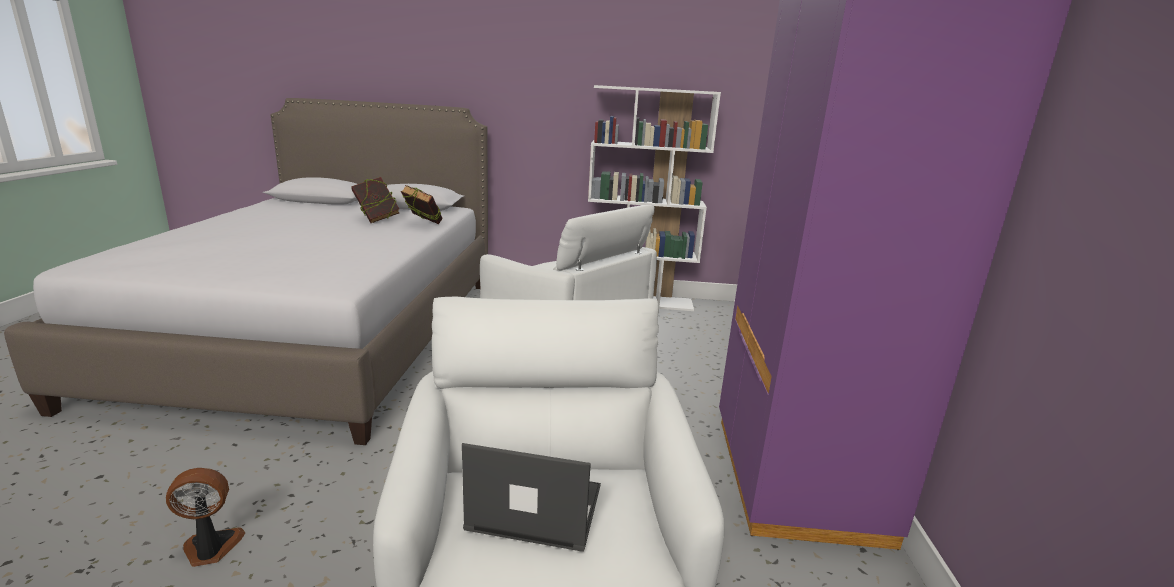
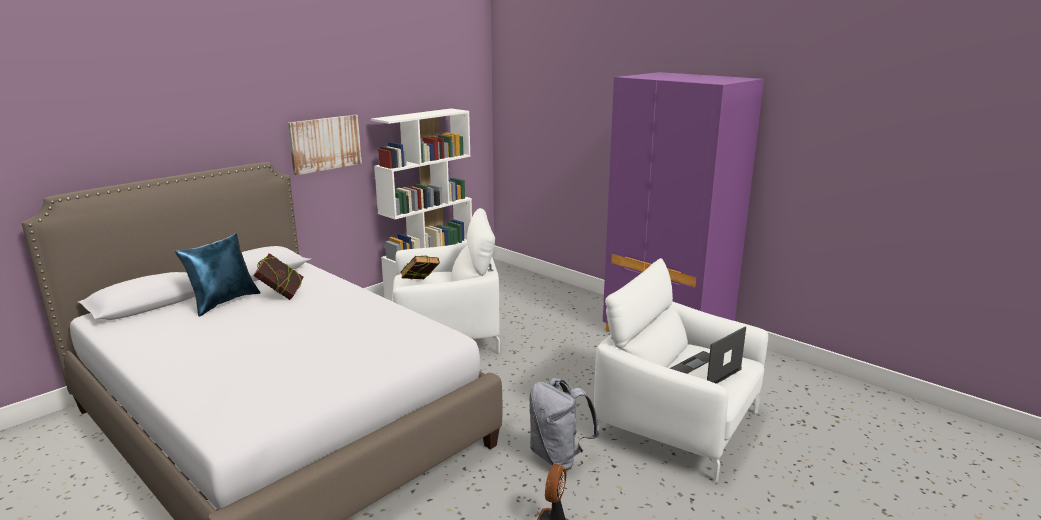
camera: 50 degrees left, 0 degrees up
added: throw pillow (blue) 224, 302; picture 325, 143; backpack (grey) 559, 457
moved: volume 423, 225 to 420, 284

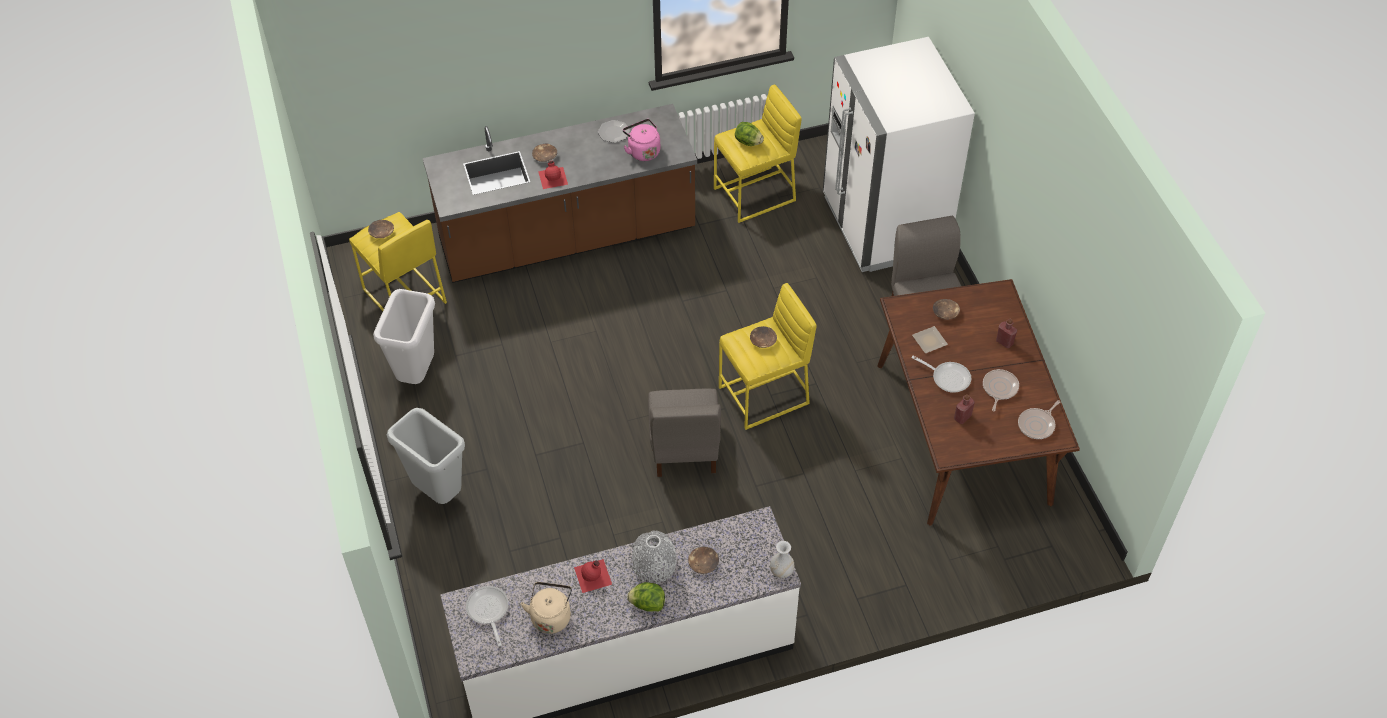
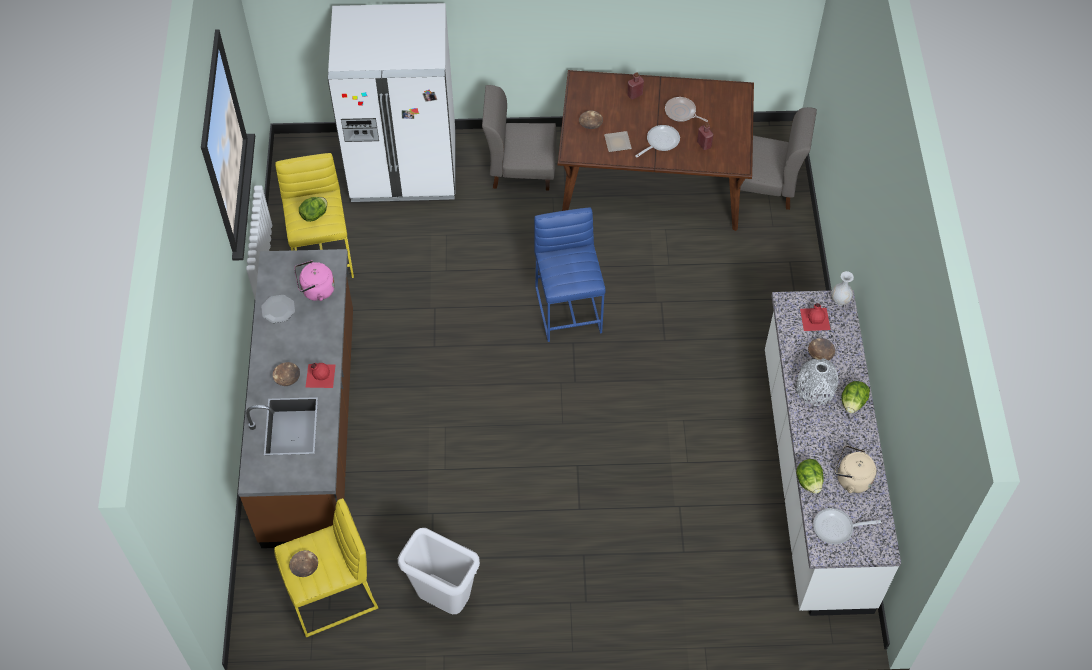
camera: 75 degrees left, 5 degrees up
removed: trash can (grey) 437, 493; deep dish (brown) 762, 341; frying pan 1037, 424
added: head of lettuce 808, 481
moved: beverage bottle (red) 593, 576 to 815, 318; chair (grey) 684, 448 to 765, 185
recoloured: sitting stool (yellow) 765, 396 to sitting stool (blue) 569, 309

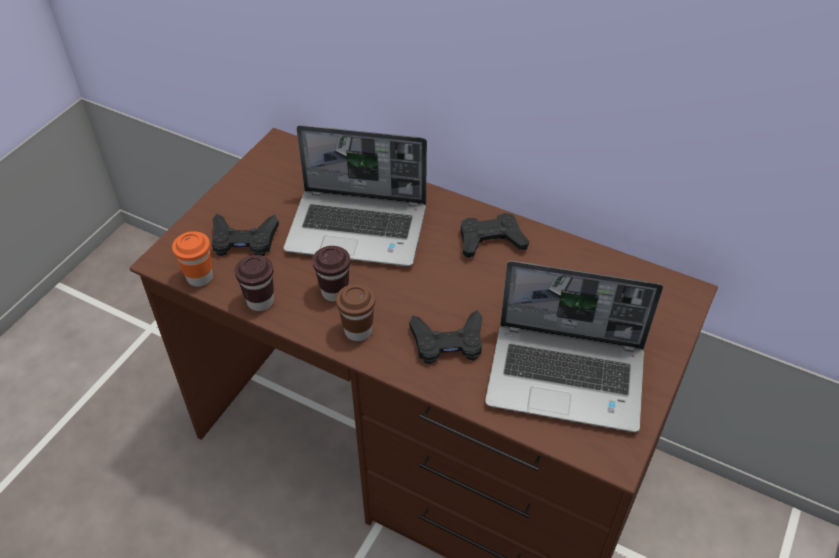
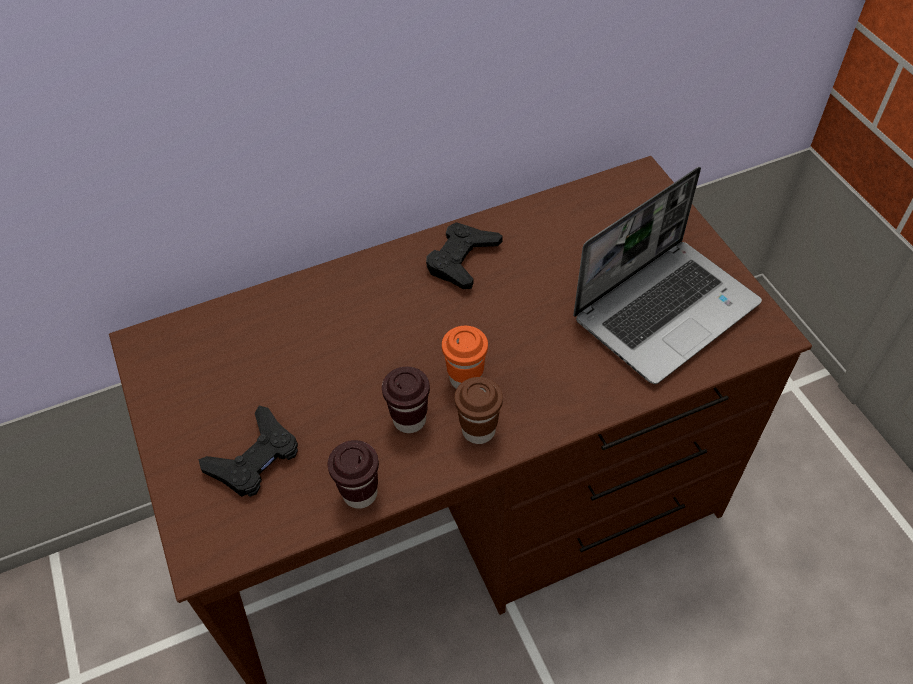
camera: 50 degrees left, 5 degrees up
removed: laptop 359, 229; gamepad (black-coloured) 448, 342
moved: drinking cup (orangey) 200, 277 to 465, 379

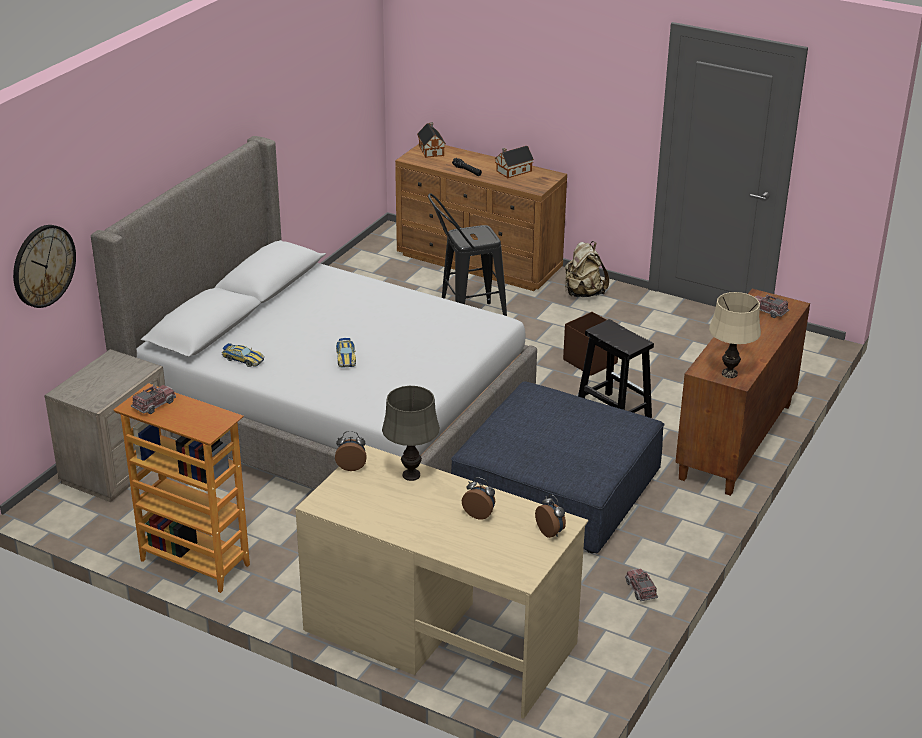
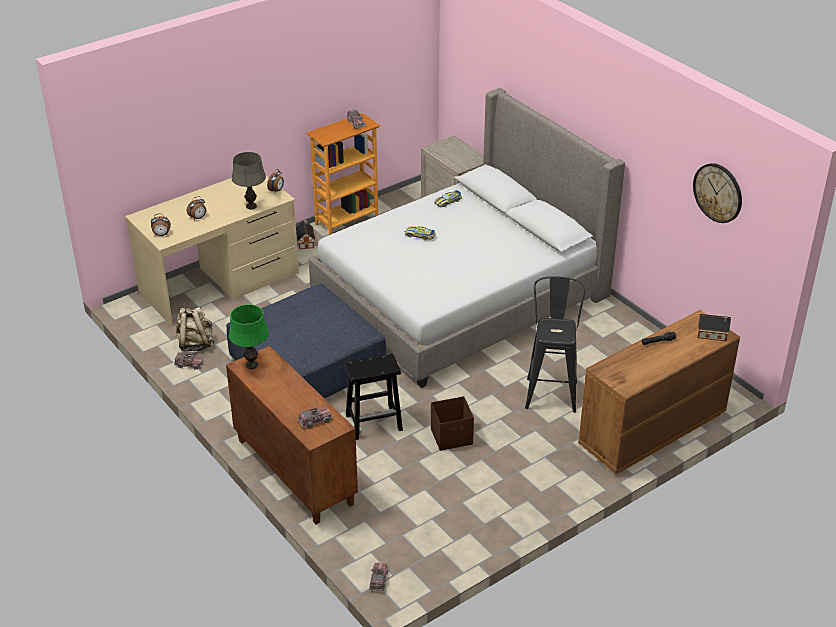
camera: 115 degrees right, 5 degrees up
added: toy truck 378, 580
moved: clock on the wall 43, 265 to 718, 192; model house 512, 171 to 305, 241; backpack (beige) 583, 293 to 195, 344
recoloured: tabletop lamp (beige) 729, 374 to tabletop lamp (green) 252, 365

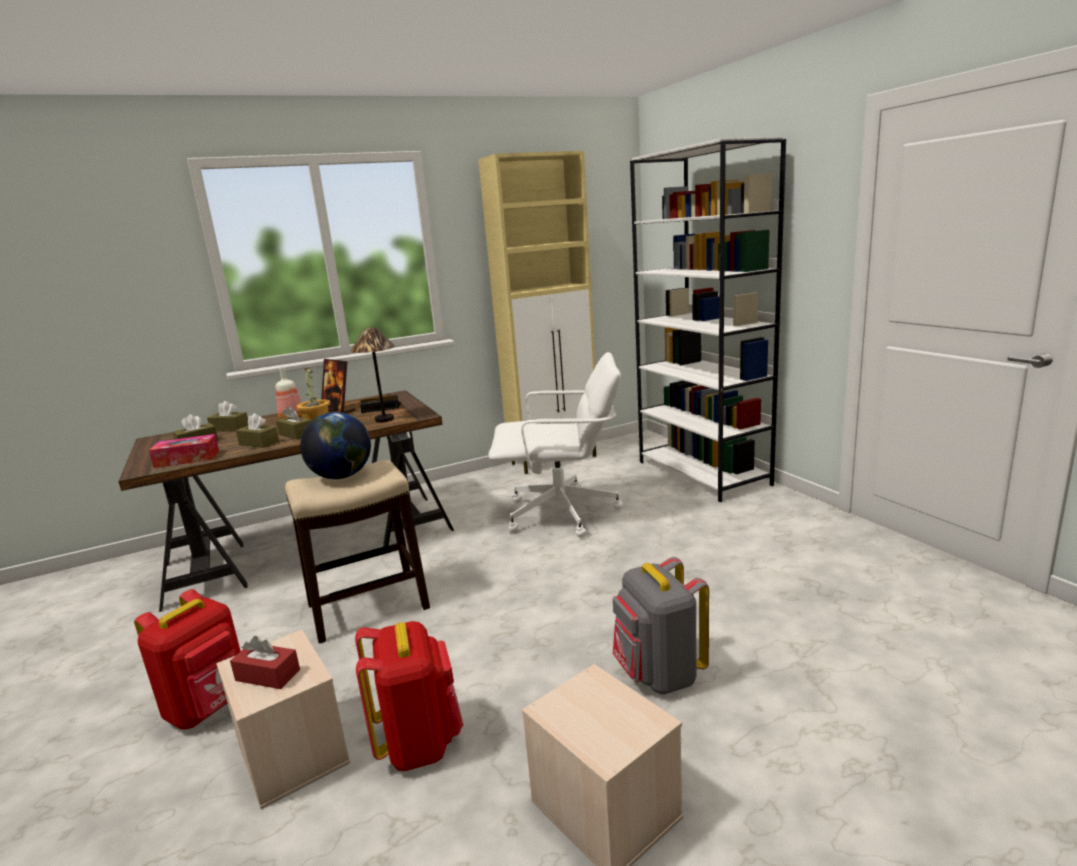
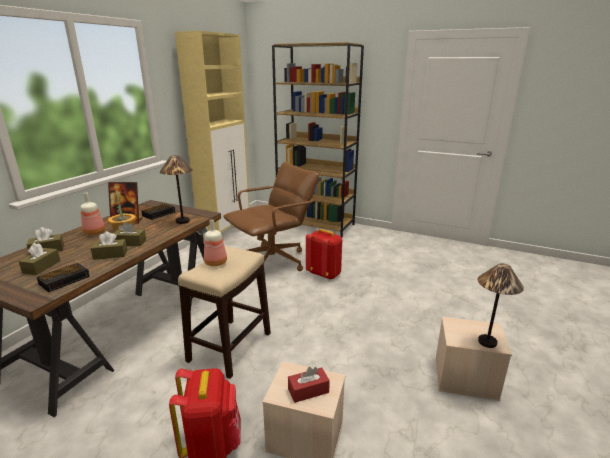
camera: 40 degrees left, 5 degrees up
removed: backpack (grey) 658, 675
added: tabletop lamp 486, 342
moved: backpack (red) 419, 743 to 324, 274
replaced: box of tissues 187, 459 to alarm clock 65, 280; globe 342, 476 to beverage bottle 215, 262
recoloured: desk chair (white) 563, 514 to desk chair (brown) 273, 261; bookcase (white) 703, 473 to bookcase (brown) 316, 225

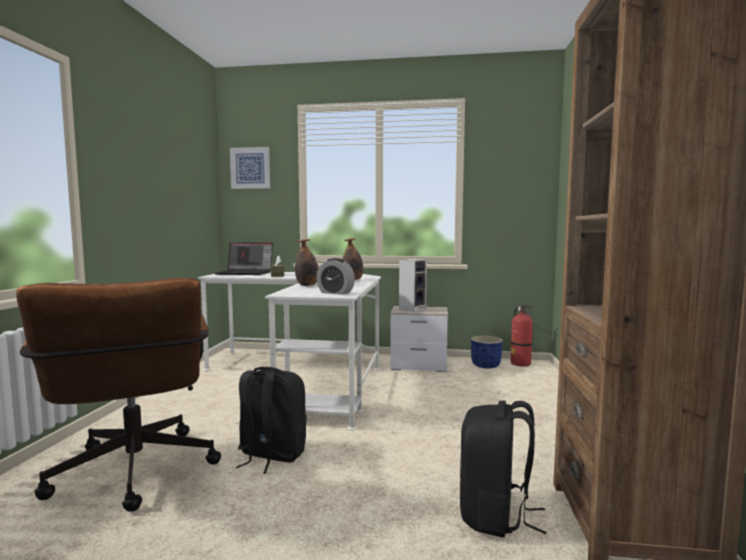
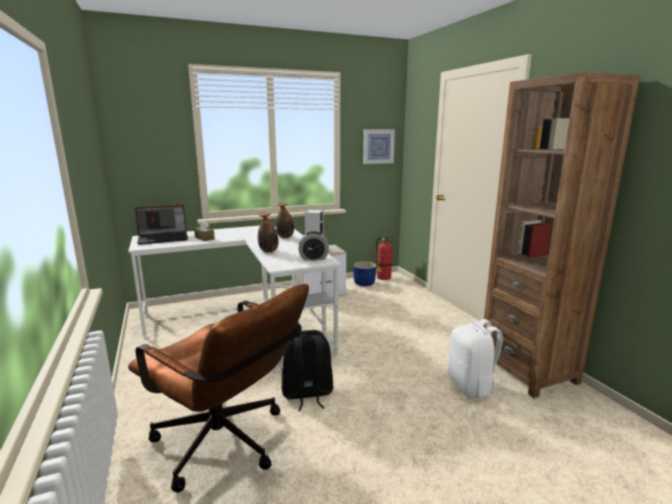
camera: 30 degrees left, 10 degrees up
moved: picture 250, 168 to 378, 146
recoloured: backpack (black-coloured) 495, 515 to backpack (white) 471, 386

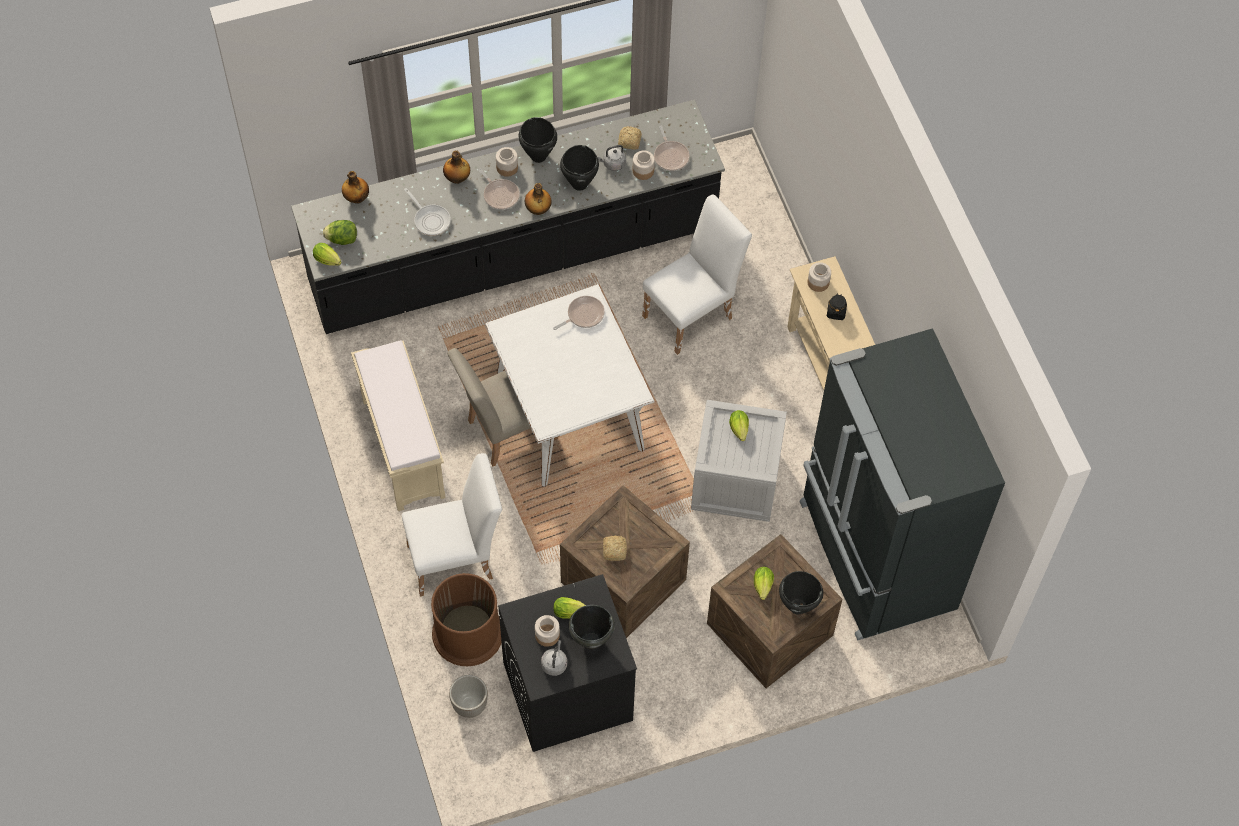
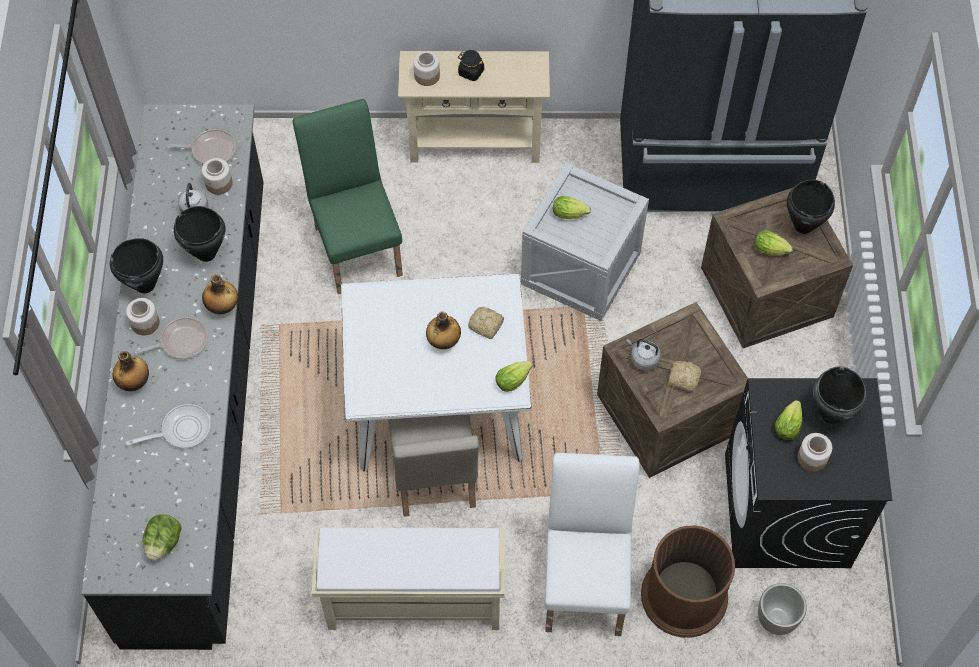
camera: 70 degrees left, 0 degrees up
removed: frying pan 583, 315
moved: head of lettuce 328, 260 to 514, 379; beverage bottle 356, 198 to 443, 341; tea kettle (grey) 554, 663 to 643, 359; bakery bread 629, 141 to 486, 326
recoloured: chair (white) 693, 314 to chair (green) 357, 244

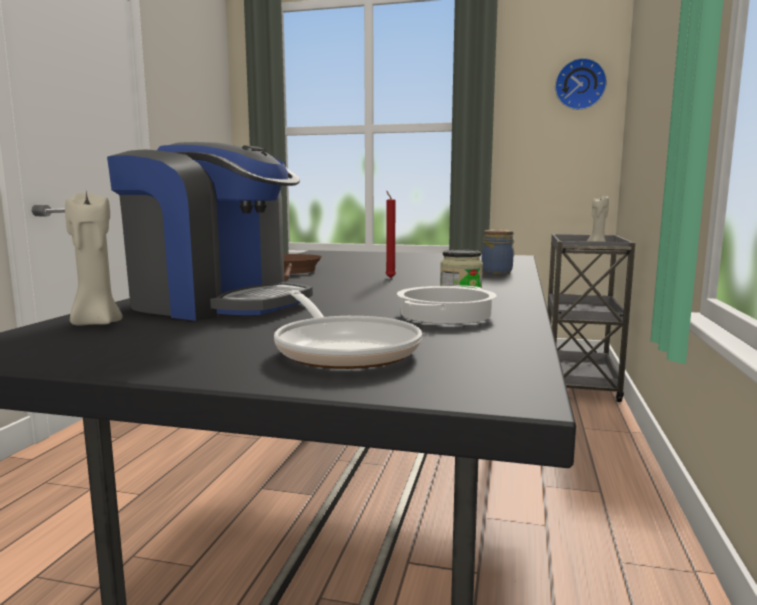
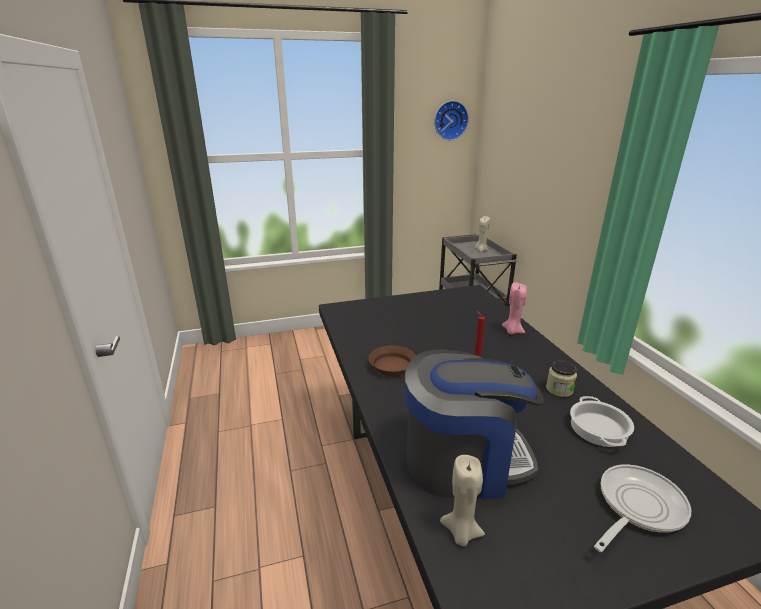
camera: 30 degrees left, 15 degrees up
replaced: preserve jar 498, 272 to wax candle (pinkish) 512, 331
turned: frying pan 343, 349 = 637, 507 75 degrees counterclockwise

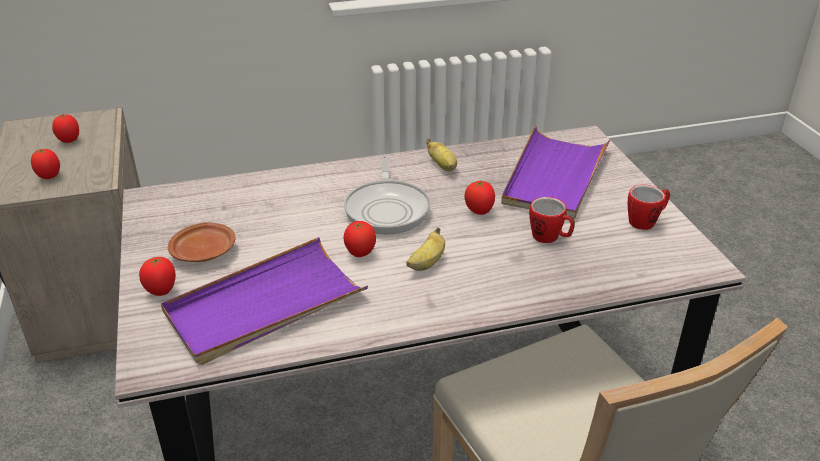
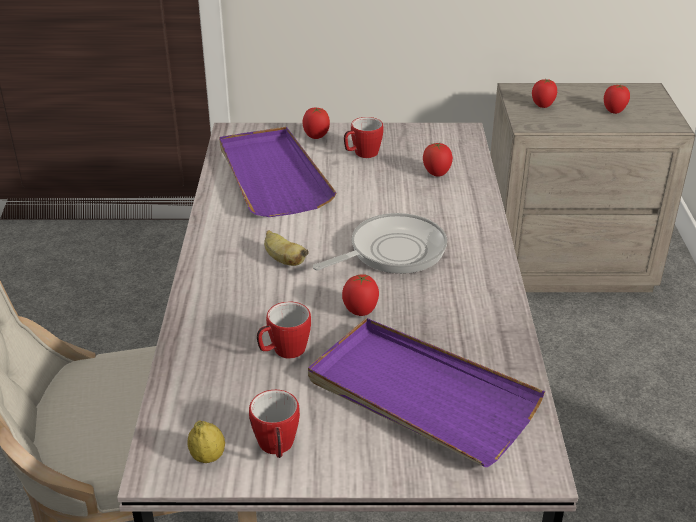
camera: 105 degrees right, 0 degrees up
removed: banana fruit 443, 166
added: citrus fruit 208, 457
moved: tomato 360, 254 to 437, 174
replaced: flat dish (brown) 204, 252 to mug 362, 154
turned: frying pan 387, 209 = 392, 251 135 degrees clockwise

